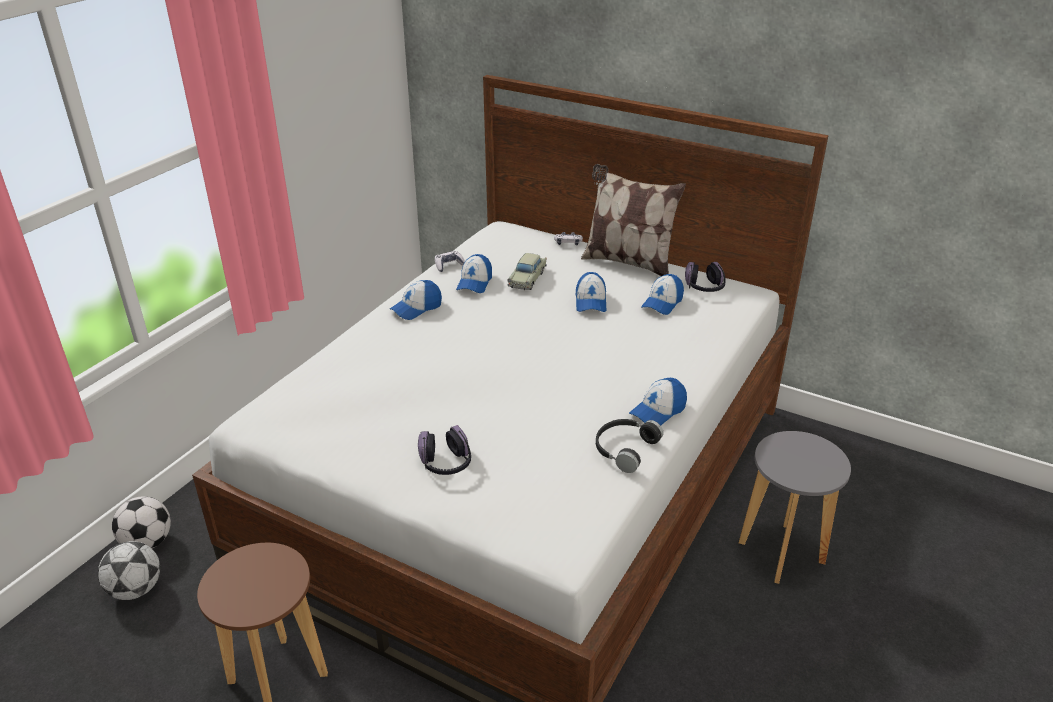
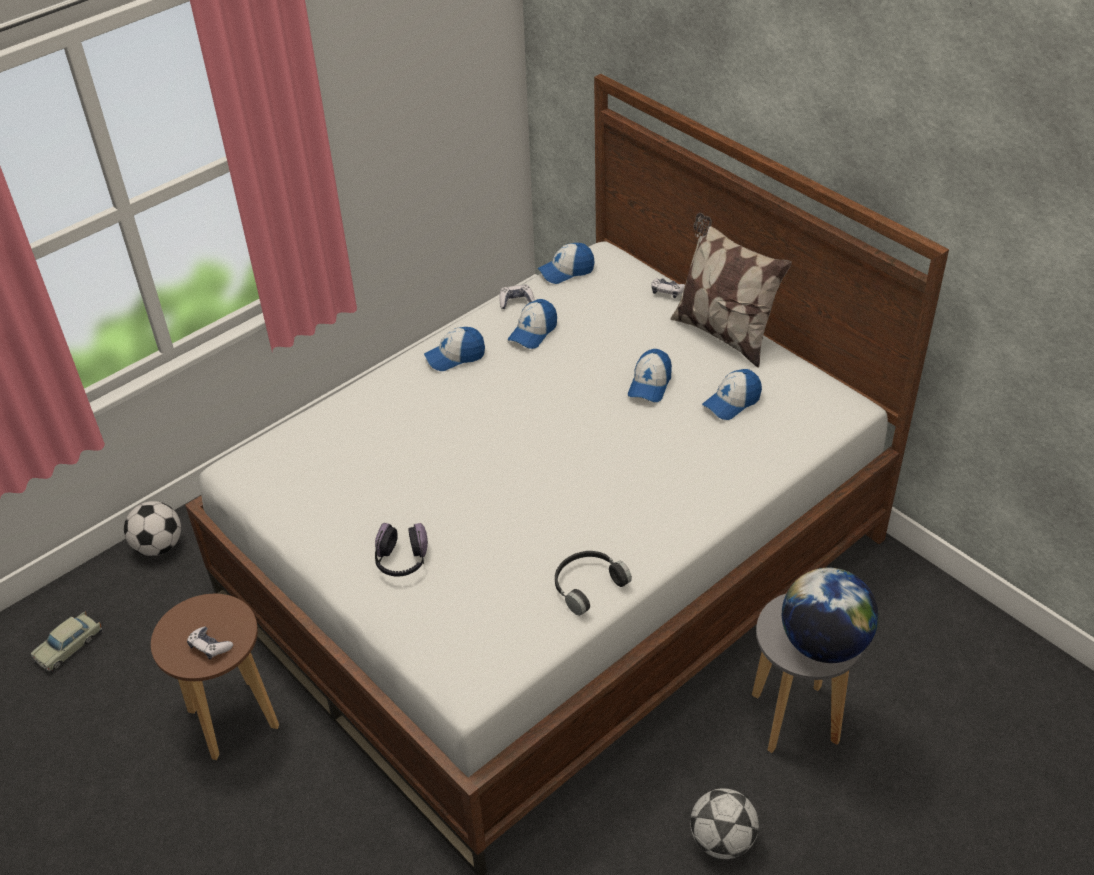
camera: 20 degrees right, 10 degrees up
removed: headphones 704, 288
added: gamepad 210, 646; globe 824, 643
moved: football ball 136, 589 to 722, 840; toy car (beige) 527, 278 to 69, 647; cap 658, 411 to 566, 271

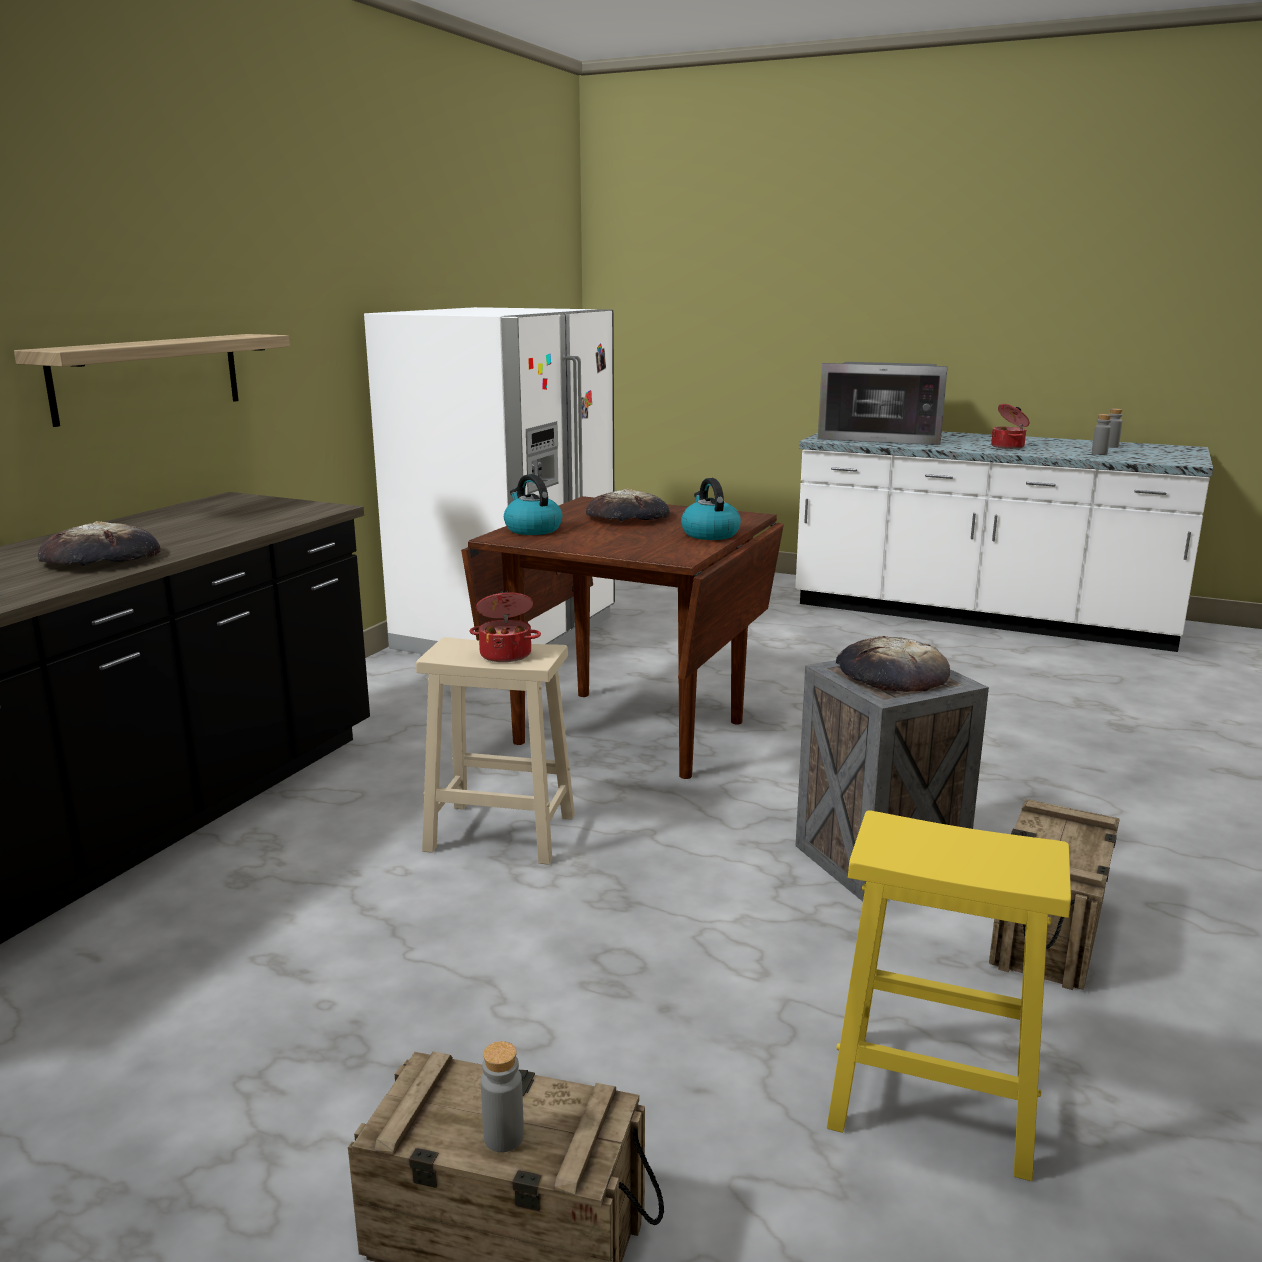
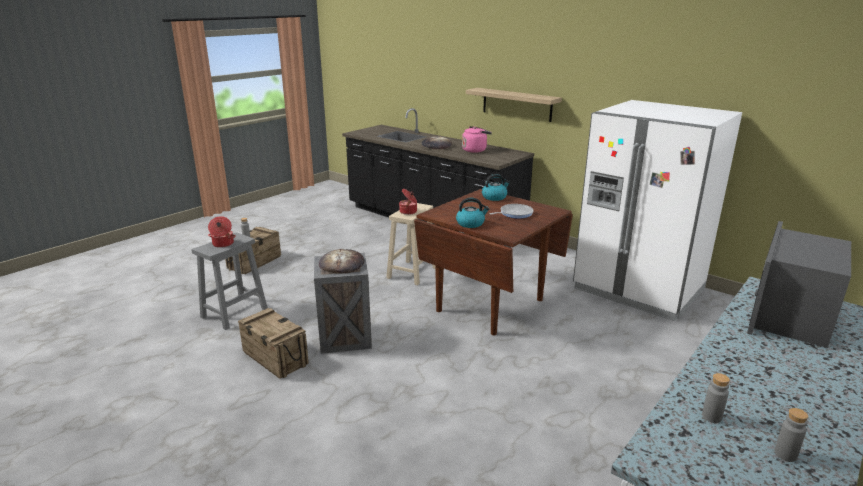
camera: 105 degrees right, 5 degrees up
added: tea kettle (pinkish) 475, 150
moved: saucepot 1008, 446 to 223, 244
replaced: bakery bread 628, 517 to frying pan 514, 213
recoloured: sitting stool (yellow) 929, 1100 to sitting stool (grey) 235, 312

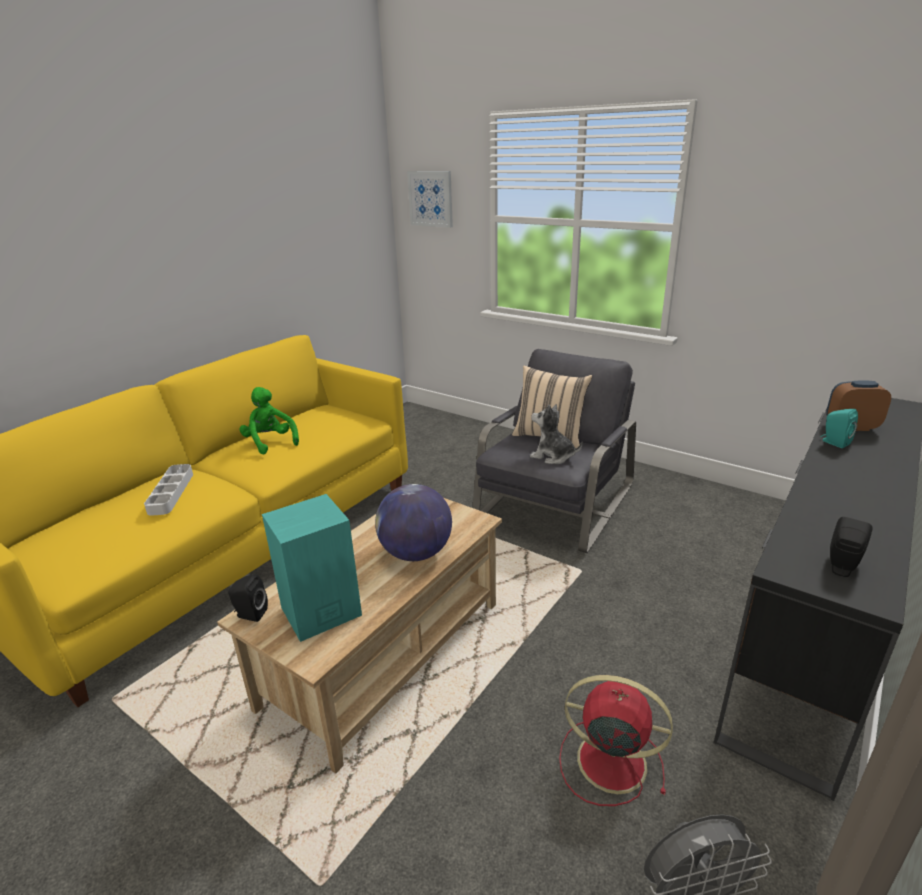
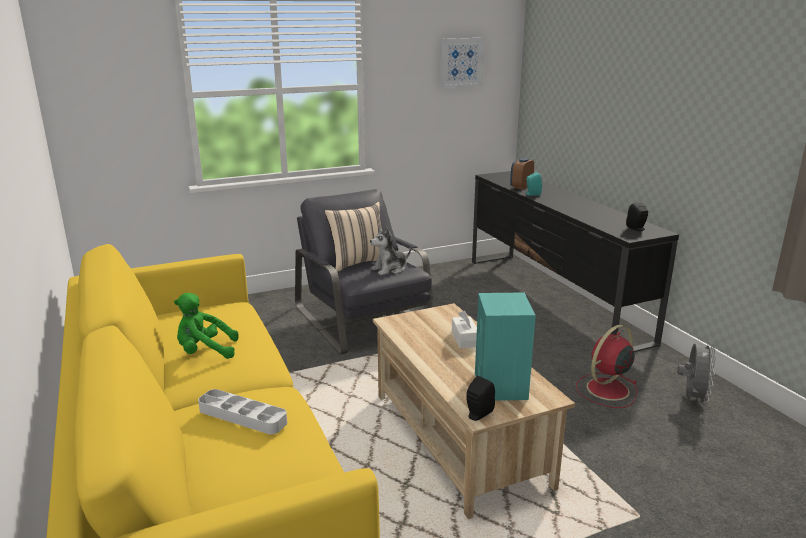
camera: 60 degrees left, 5 degrees down
moved: picture 431, 198 to 461, 62
replaced: globe 416, 553 to box of tissues (white) 464, 339

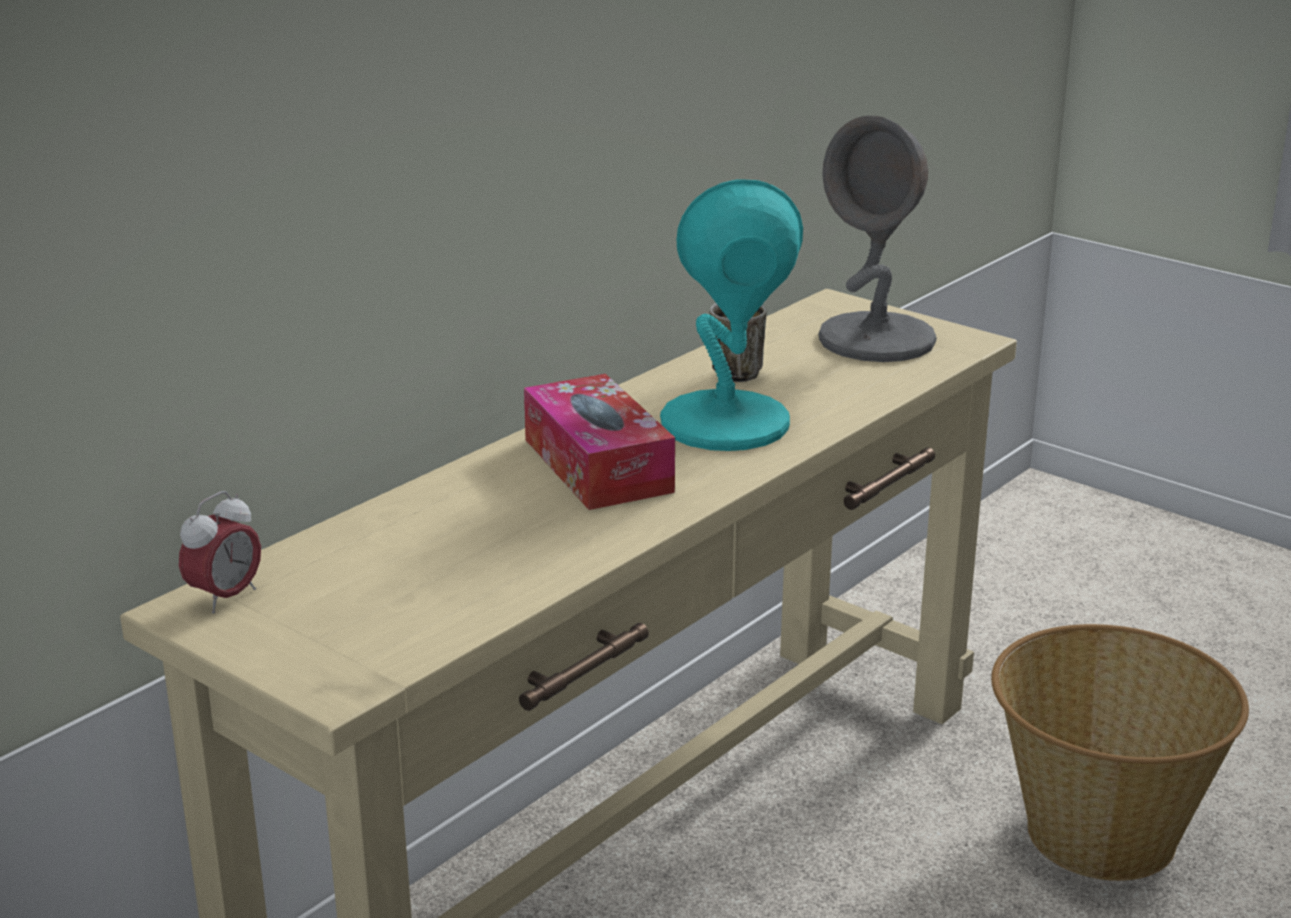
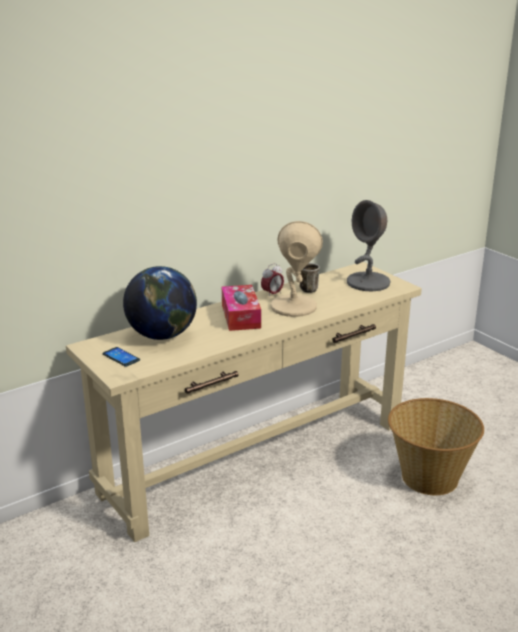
camera: 15 degrees right, 0 degrees up
added: telephone 121, 357; globe 162, 336
moved: alarm clock 225, 598 to 272, 294
recoloured: tabletop lamp (turquoise) 724, 423 to tabletop lamp (beige) 293, 306

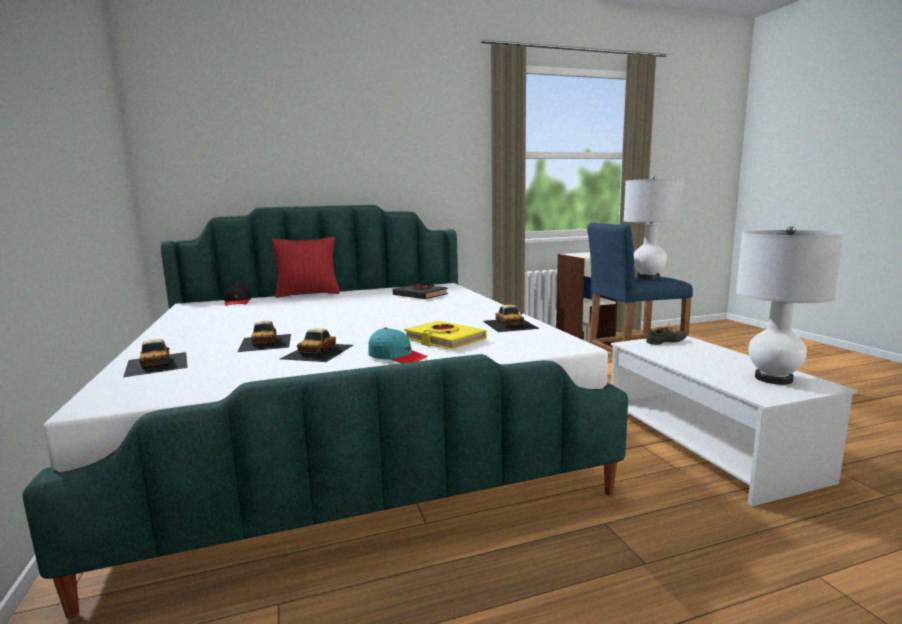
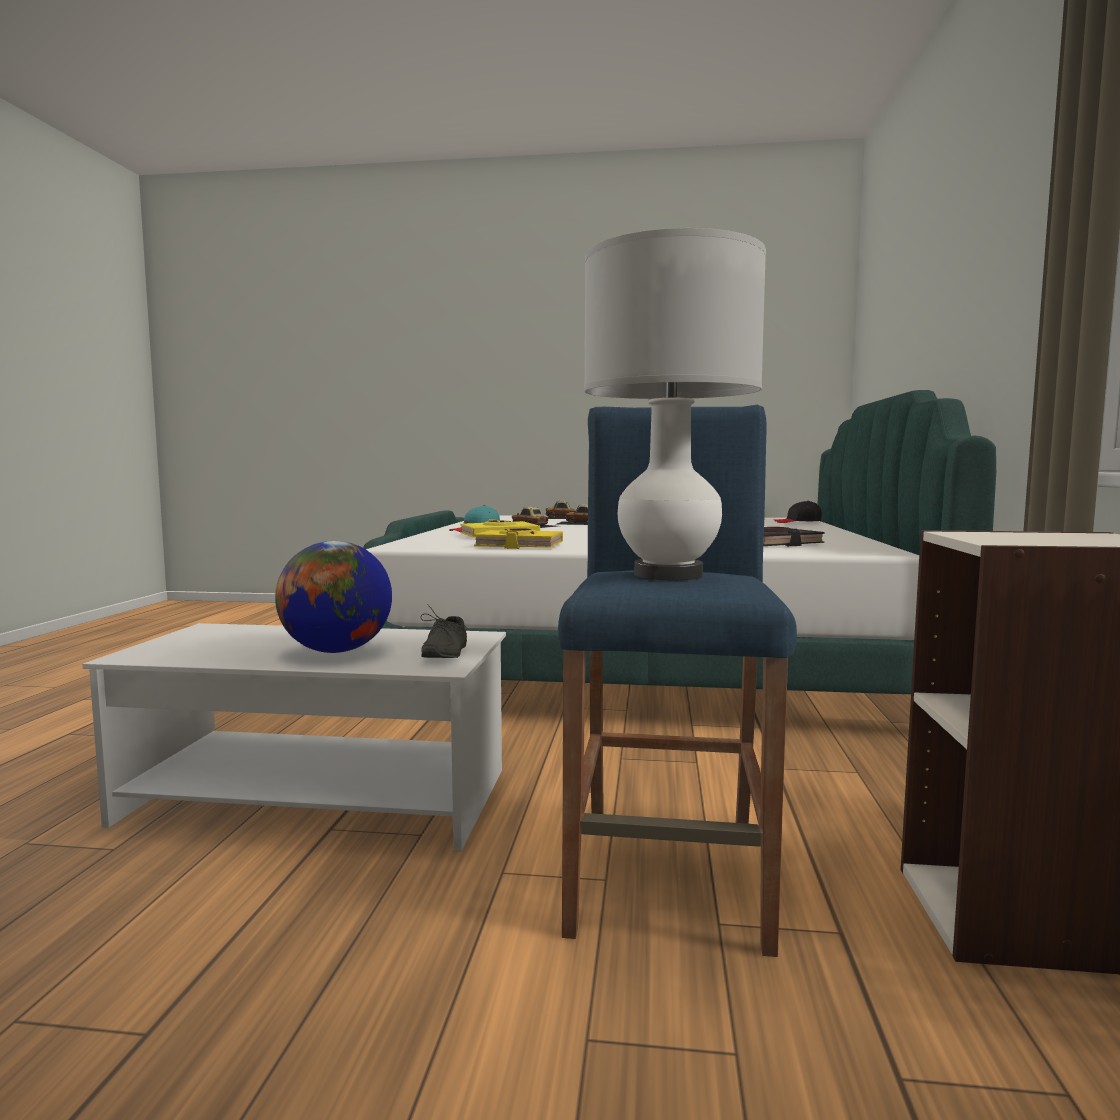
camera: 115 degrees right, 5 degrees down
removed: throw pillow (red) 308, 294; tabletop lamp (white) 773, 379
added: globe 336, 651
replaced: toy car 510, 324 to volume (yellow) 519, 546

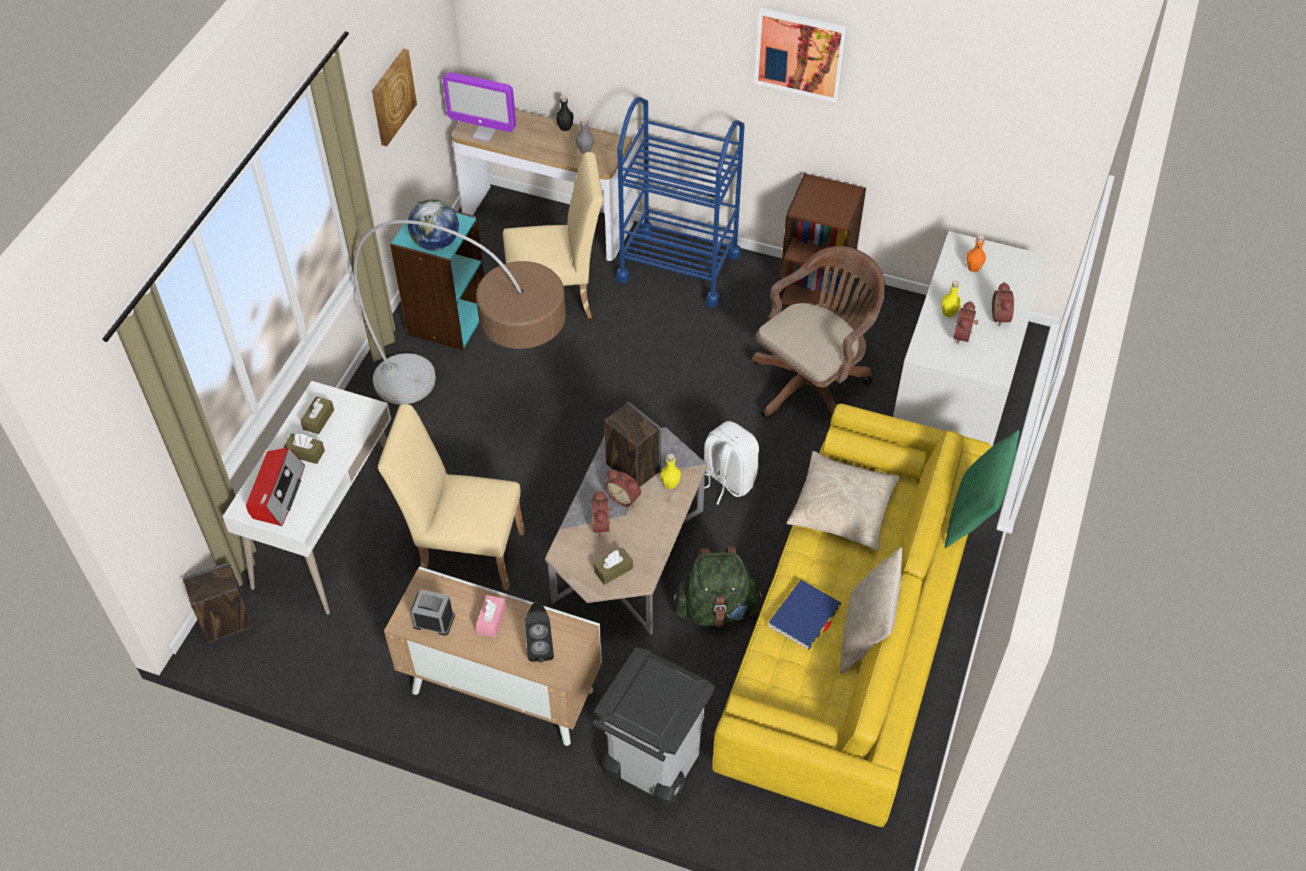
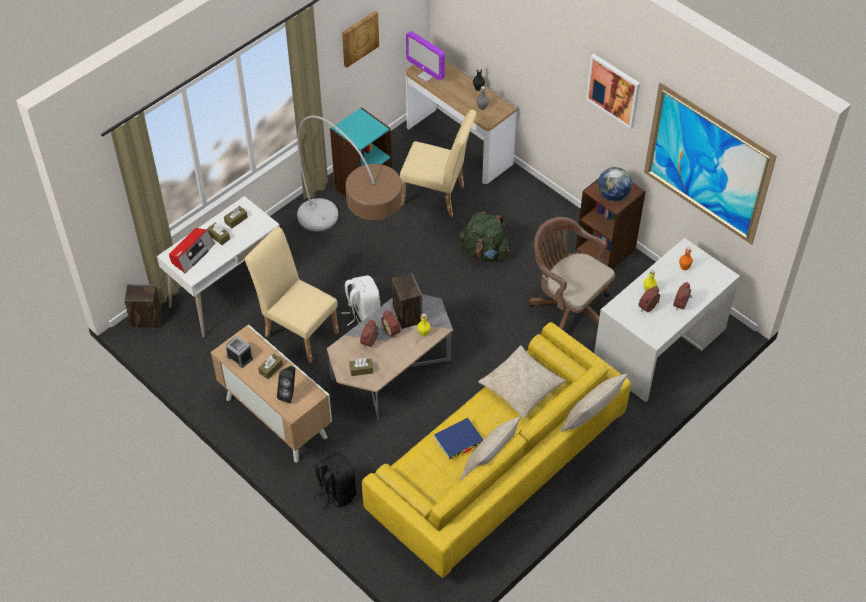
camera: 25 degrees right, 0 degrees up
removed: cart (blue) 679, 267
added: picture 706, 164
moved: globe 435, 243 to 612, 195; backpack (green) 716, 609 to 484, 252; backpack (white) 726, 480 to 363, 313
replaced: trash can (grey) 651, 764 to backpack (black-coloured) 336, 492
recoloured: box of tissues (pinkish) 491, 620 to box of tissues (brown) 271, 369; throw pillow (green) 974, 515 to throw pillow (beige) 591, 419
turned: desk chair (brown) 813, 383 = 567, 307 120 degrees counterclockwise

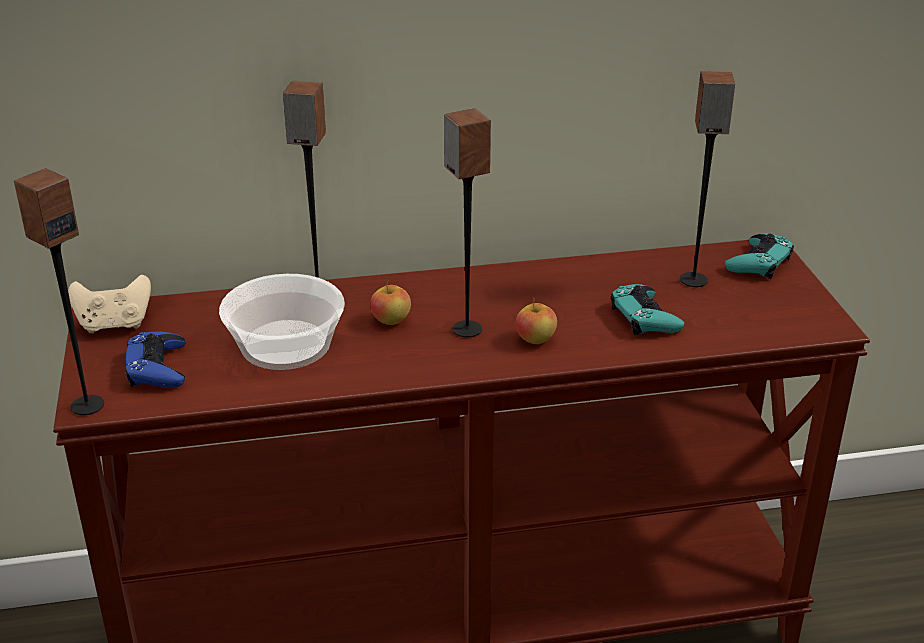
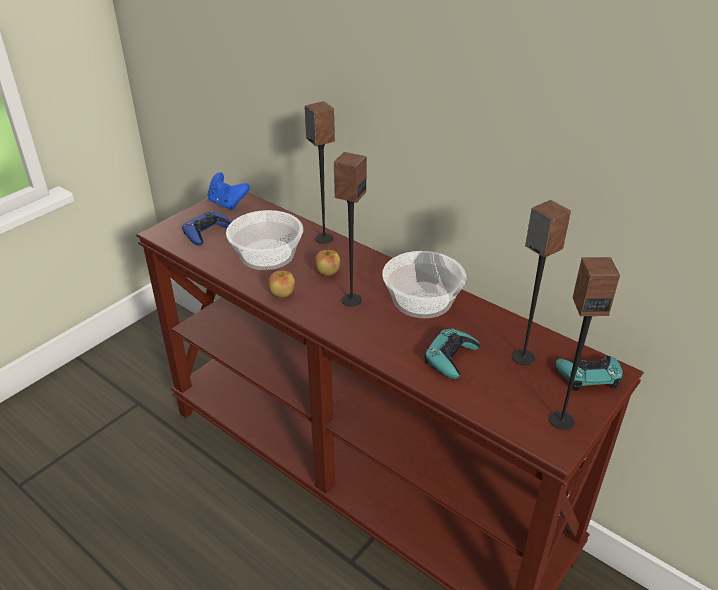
camera: 50 degrees right, 5 degrees up
added: deep dish 421, 300
moved: loudspeaker 87, 405 to 561, 420; whole apple 535, 339 to 282, 294
recoloured: gamepad (beige) 114, 325 to gamepad (blue) 227, 203

